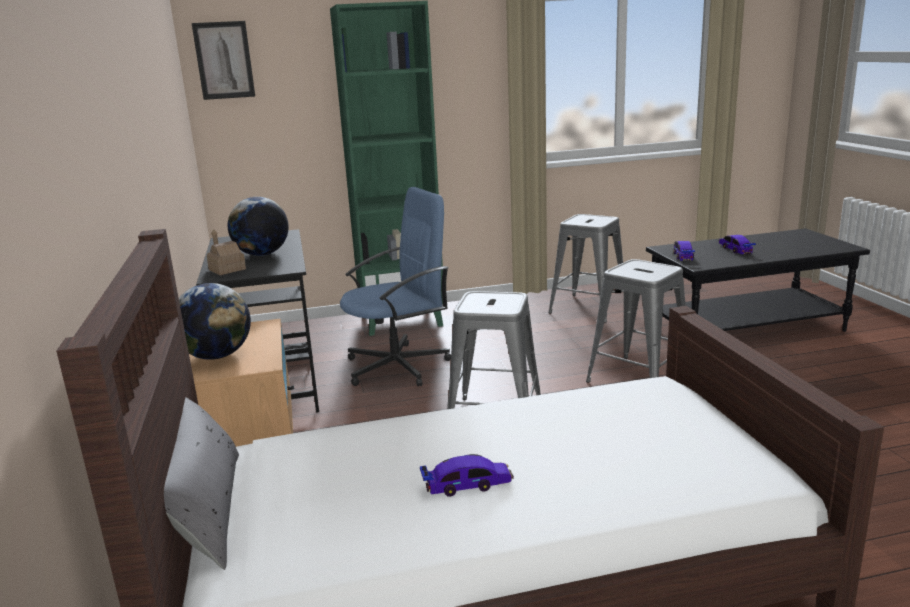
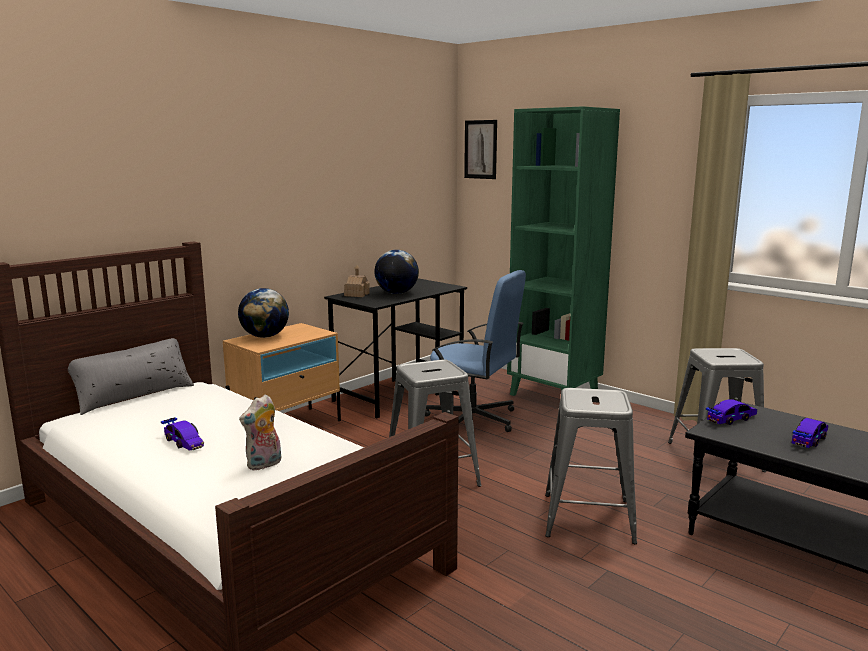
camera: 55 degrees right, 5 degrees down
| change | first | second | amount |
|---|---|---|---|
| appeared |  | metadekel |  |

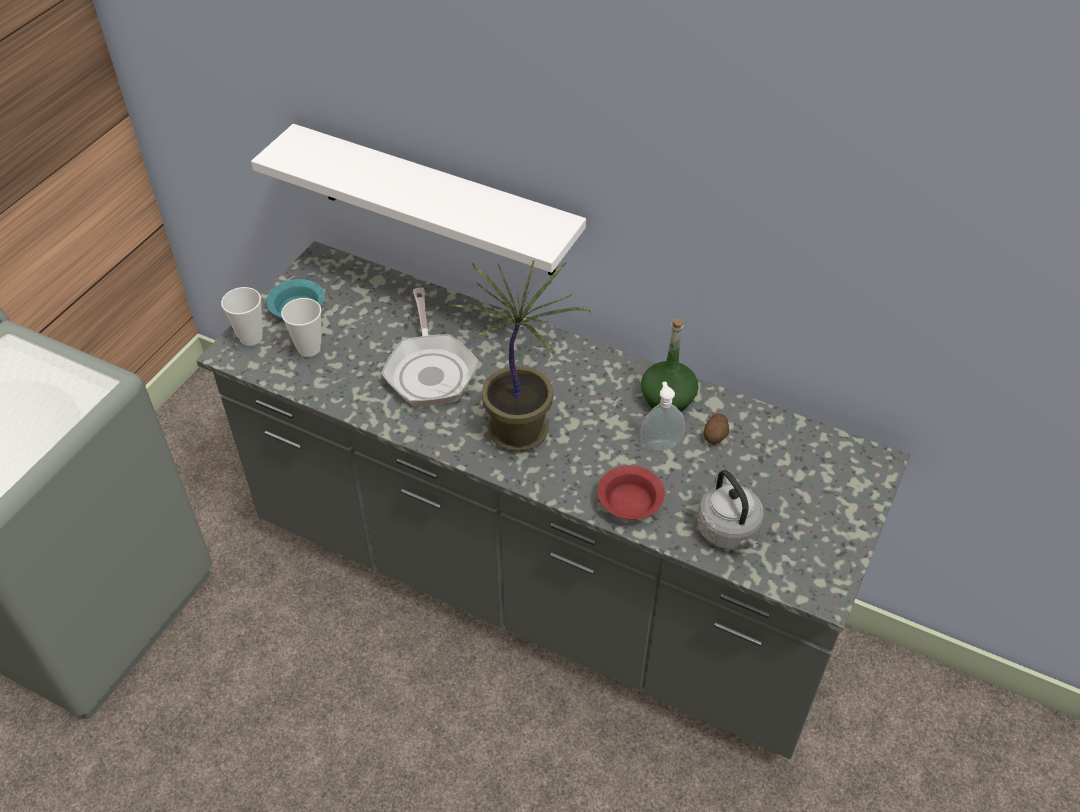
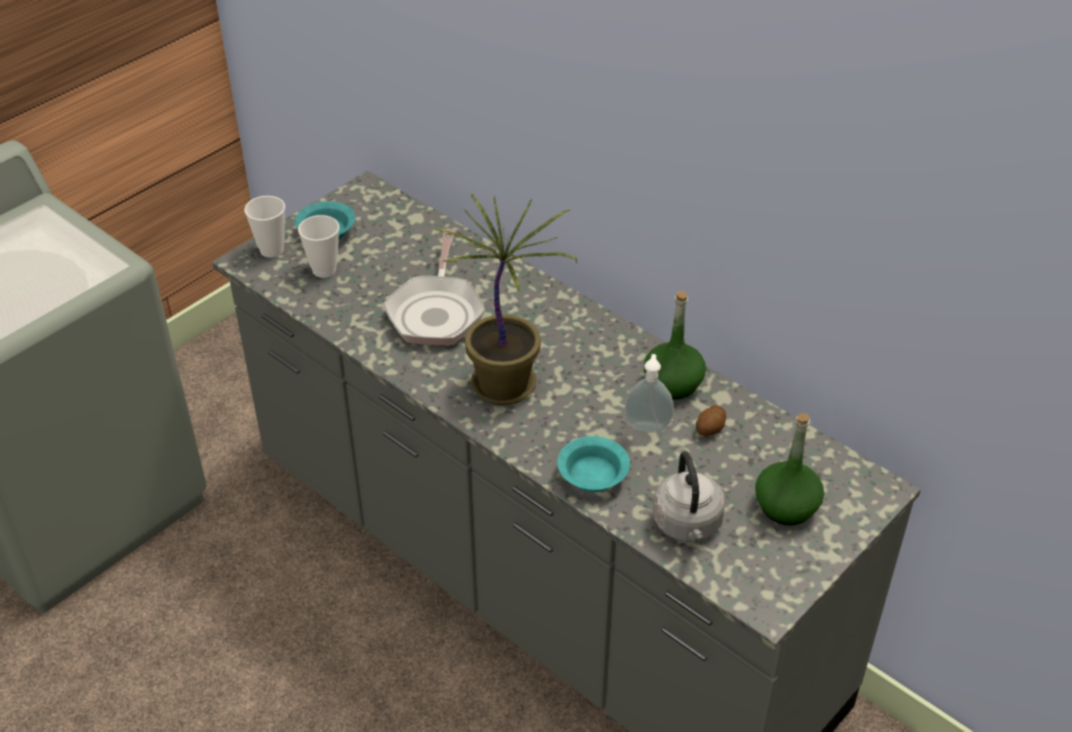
camera: 15 degrees right, 5 degrees down
| change | first | second | amount |
|---|---|---|---|
| missing | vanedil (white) |  |  |
| colour | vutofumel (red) | vutofumel (turquoise) (no. 2 from left) |  |
| appeared |  | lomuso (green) (no. 2 from left) |  |

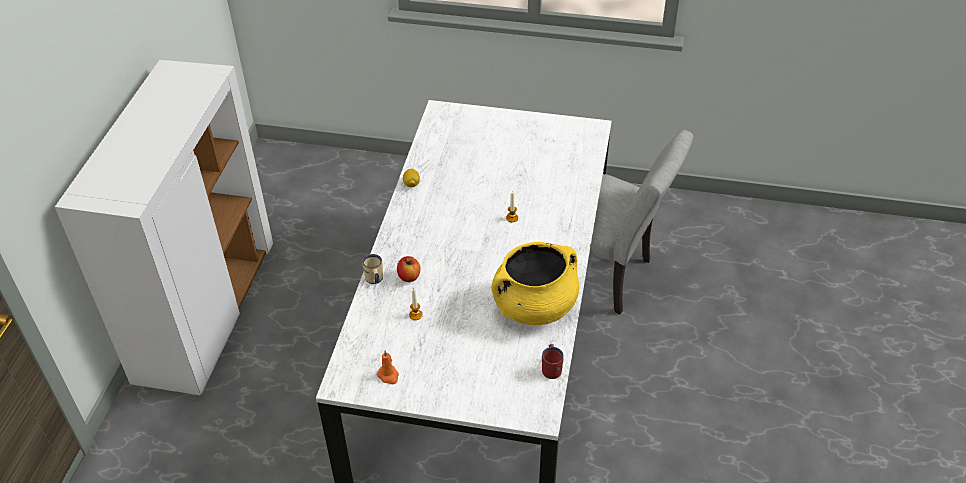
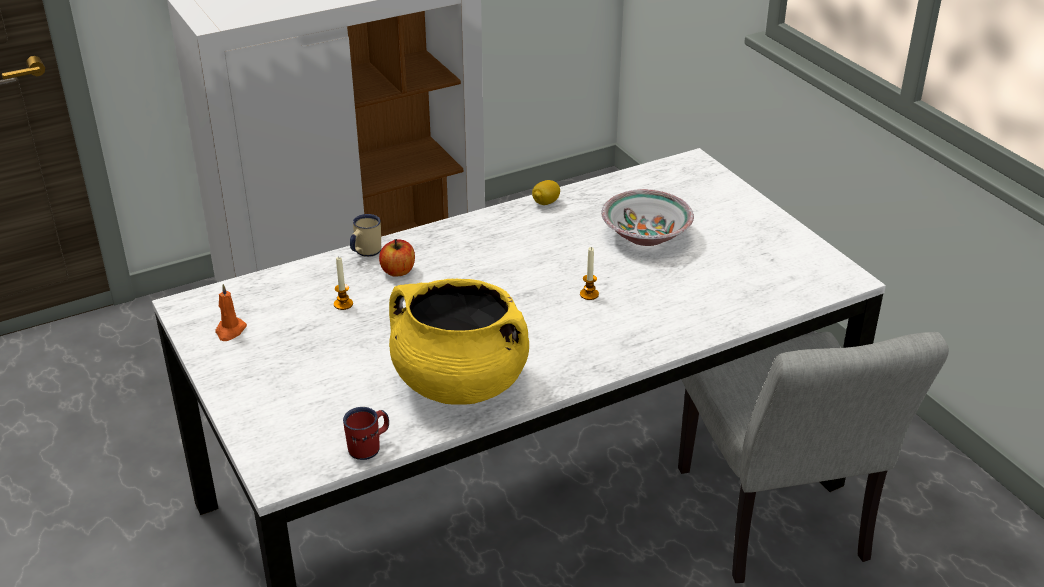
camera: 50 degrees right, 10 degrees down
| change | first | second | amount |
|---|---|---|---|
| appeared |  | vutofumel |  |

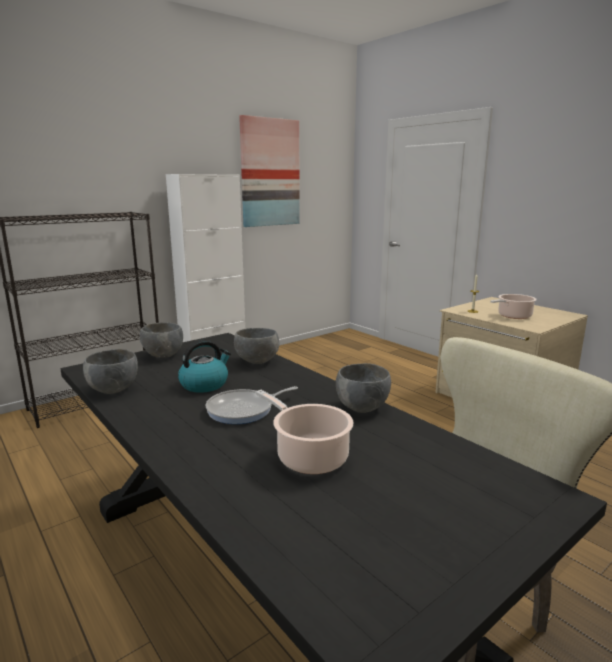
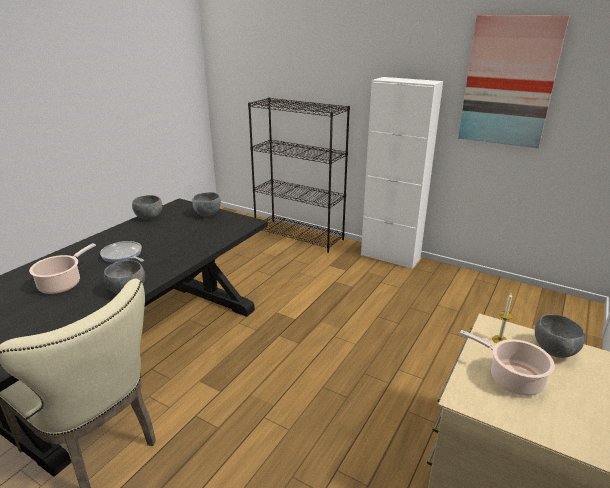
camera: 70 degrees right, 10 degrees up
| change | first | second | amount |
|---|---|---|---|
| relocated | vutofumel (grey) (no. 3 from left in the first image) | vutofumel (grey) (no. 4 from left) |  |
| missing | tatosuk |  |  |

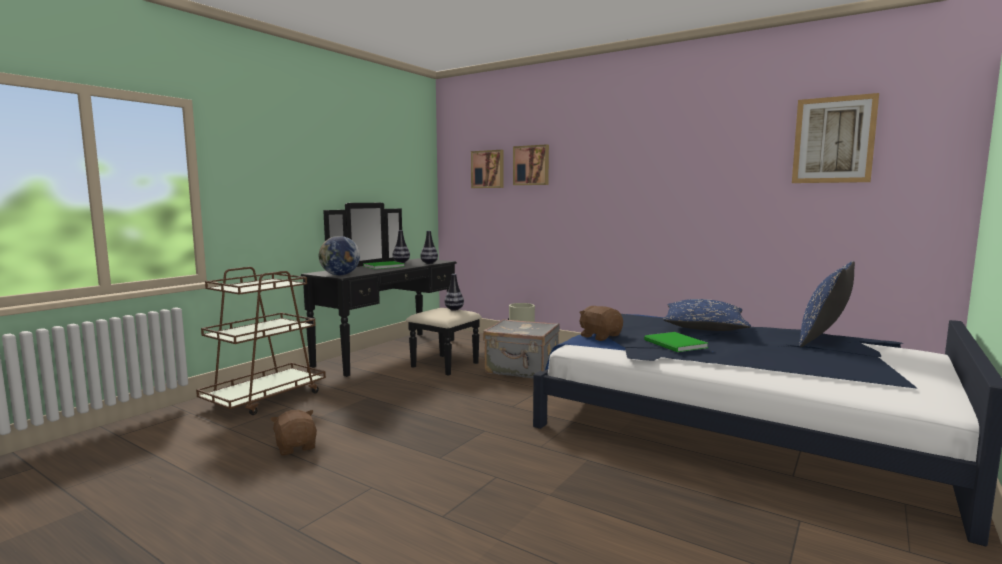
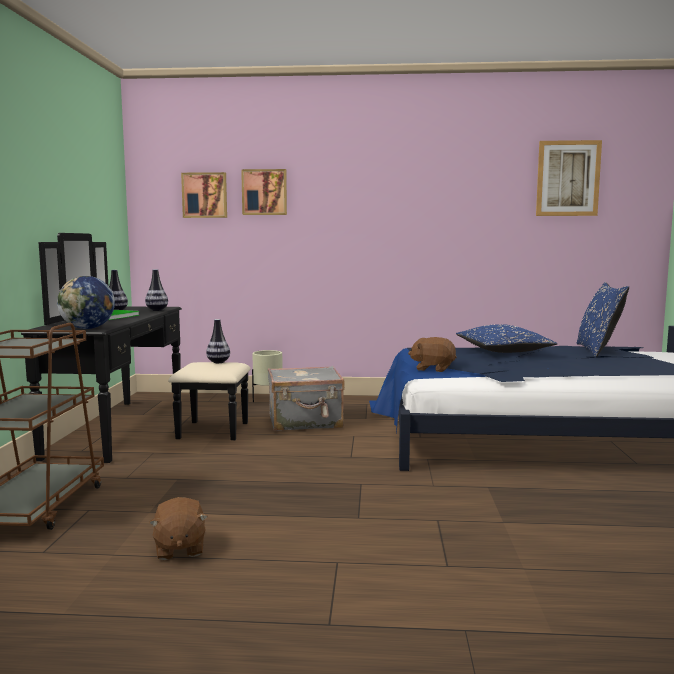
camera: 30 degrees left, 0 degrees up
| change | first | second | amount |
|---|---|---|---|
| missing | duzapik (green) (no. 2 from left) |  |  |
| spun | metadekel (brown) (no. 1 from left) |  | 135 degrees counterclockwise |

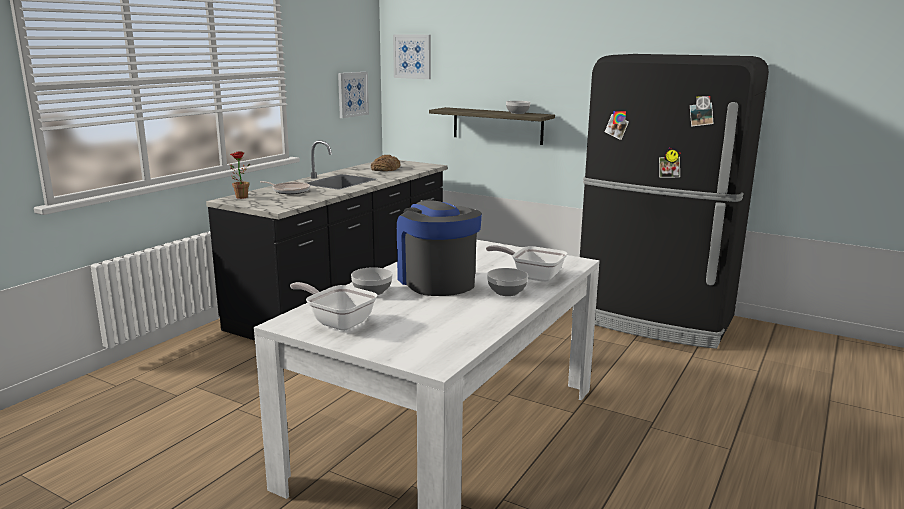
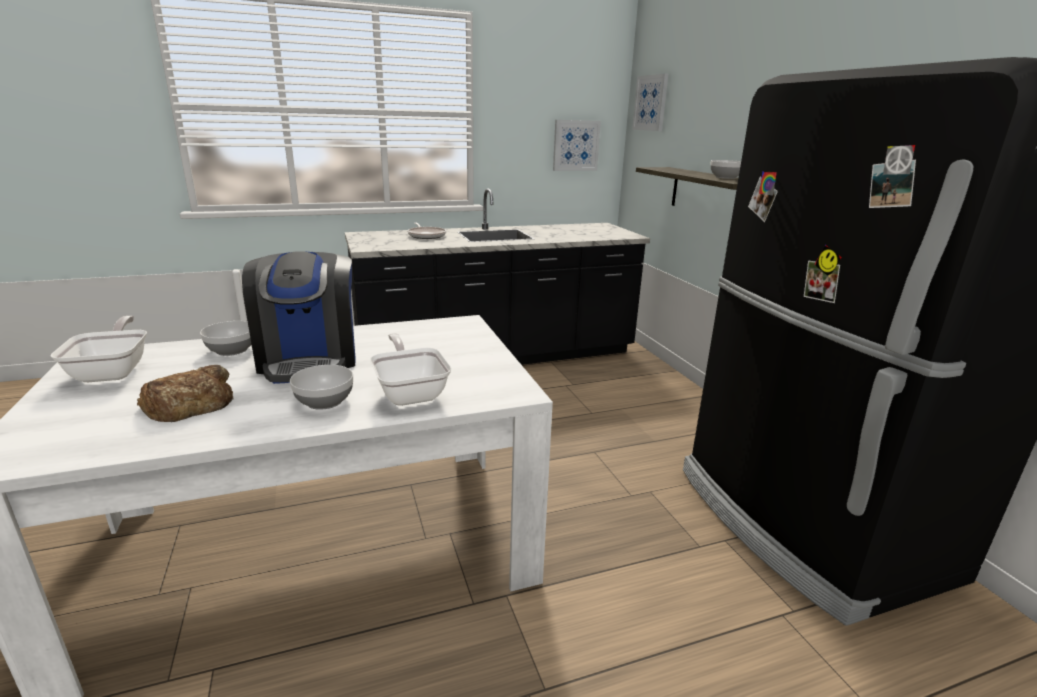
camera: 40 degrees right, 5 degrees up
| change | first | second | amount |
|---|---|---|---|
| missing | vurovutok |  |  |
| relocated | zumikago |  |  |
| spun | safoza |  | 150 degrees clockwise |

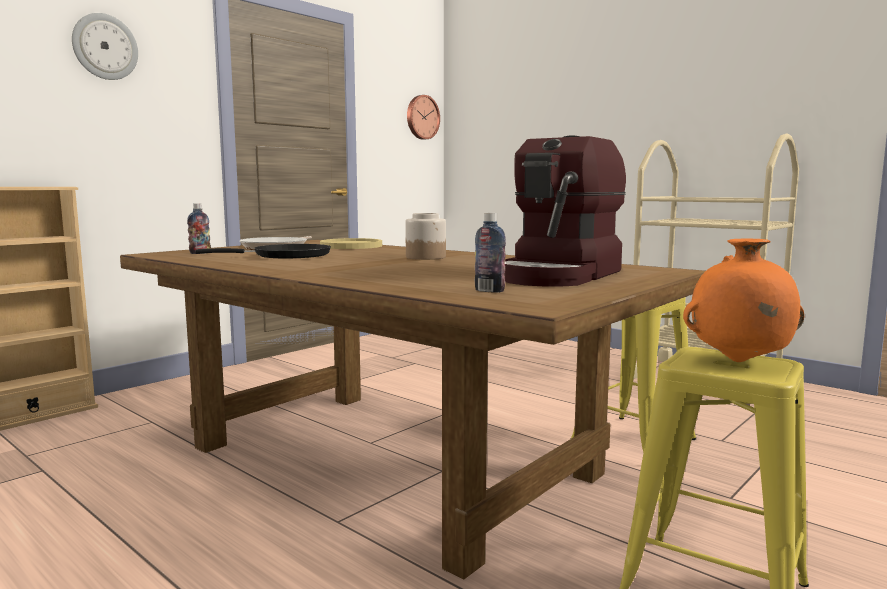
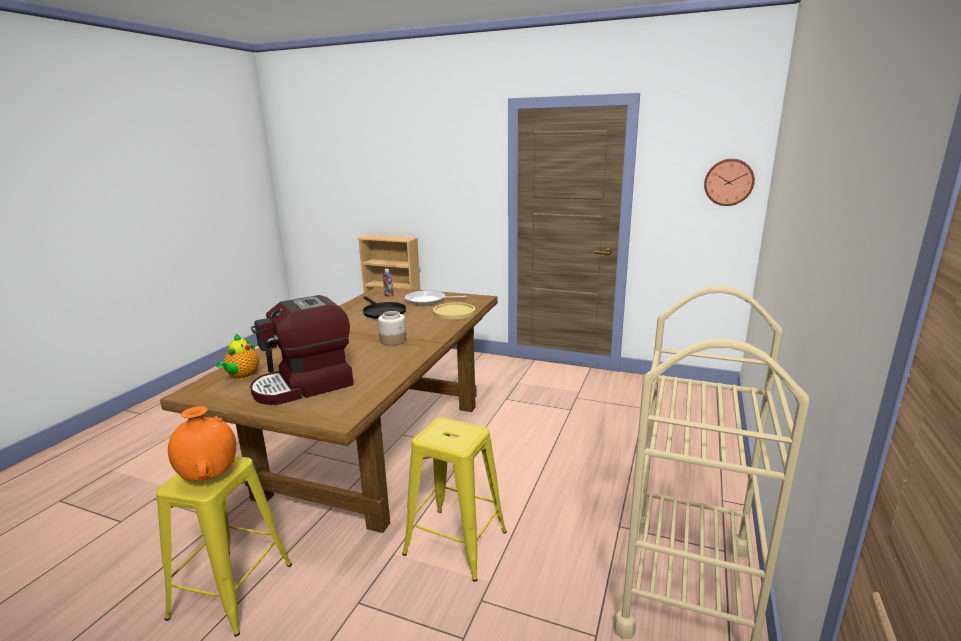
camera: 70 degrees right, 10 degrees up
| change | first | second | amount |
|---|---|---|---|
| missing | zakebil (no. 1 from left) |  |  |
| spun | safoza |  | 45 degrees counterclockwise |
| exchanged | lomuso (no. 2 from left) | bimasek |  |

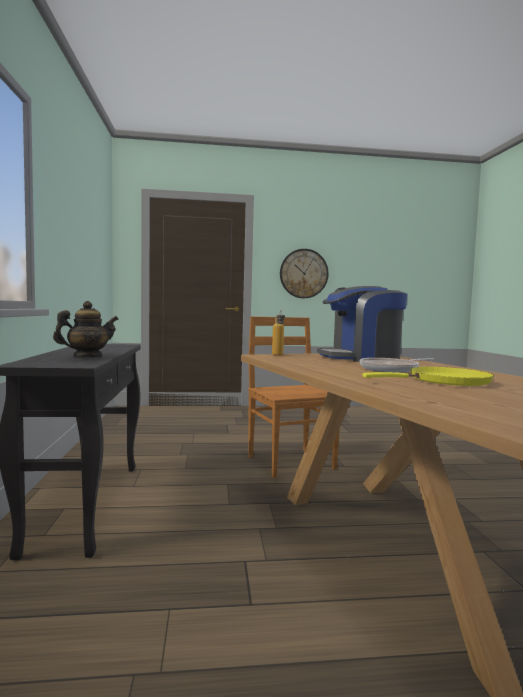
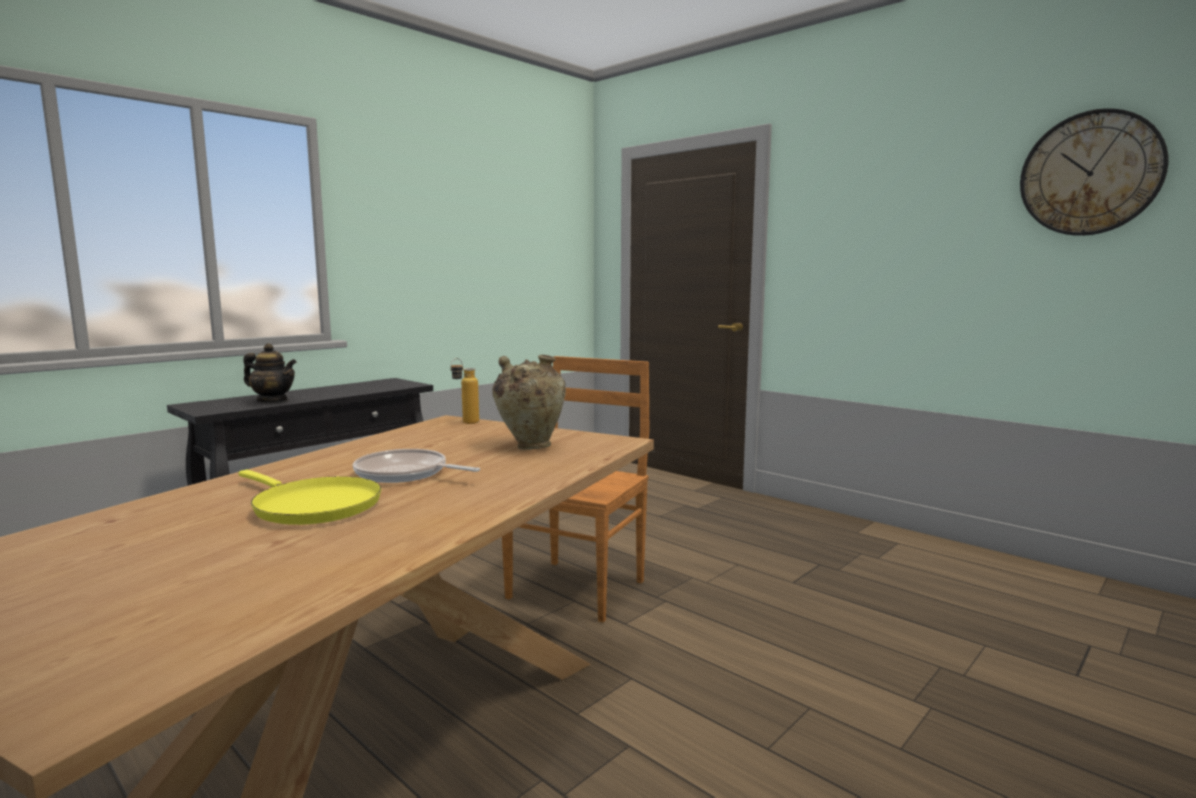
camera: 50 degrees right, 5 degrees up
| change | first | second | amount |
|---|---|---|---|
| relocated | zakebil |  |  |
| exchanged | safoza | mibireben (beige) |  |

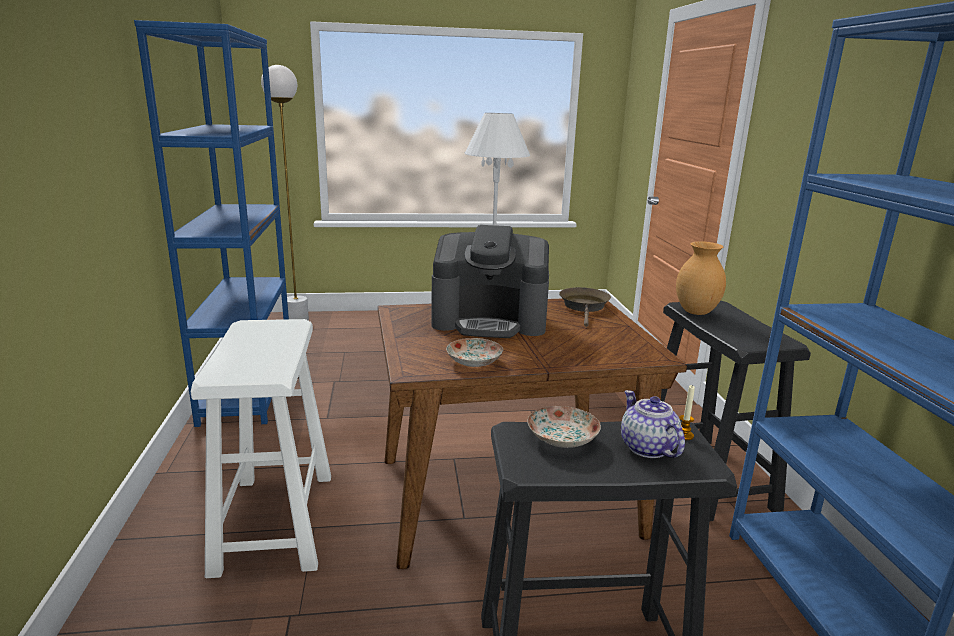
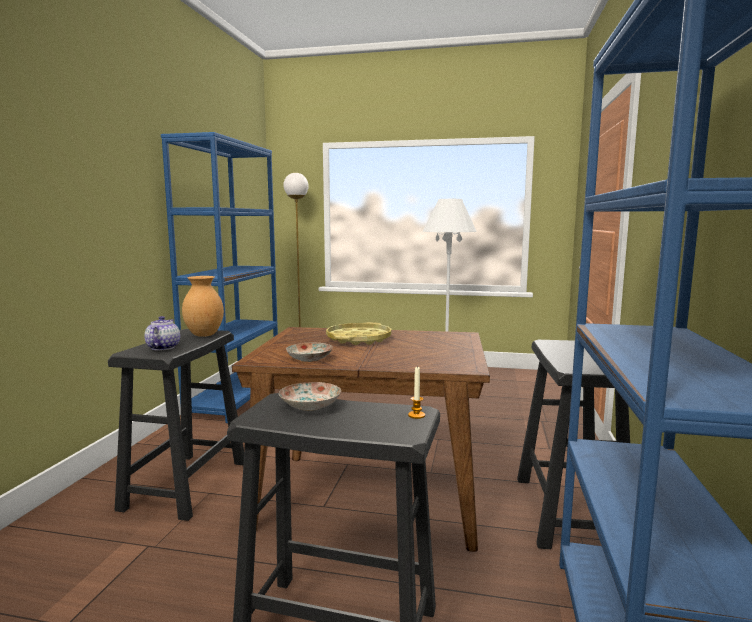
camera: 20 degrees right, 10 degrees down
| change | first | second | amount |
|---|---|---|---|
| exchanged | safoza | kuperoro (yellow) |  |
| relocated | mibireben (brown) |  |  |
| missing | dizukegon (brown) |  |  |
| colour | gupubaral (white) | gupubaral (black) (no. 1 from left) |  |
| relocated | bimasek |  |  |

